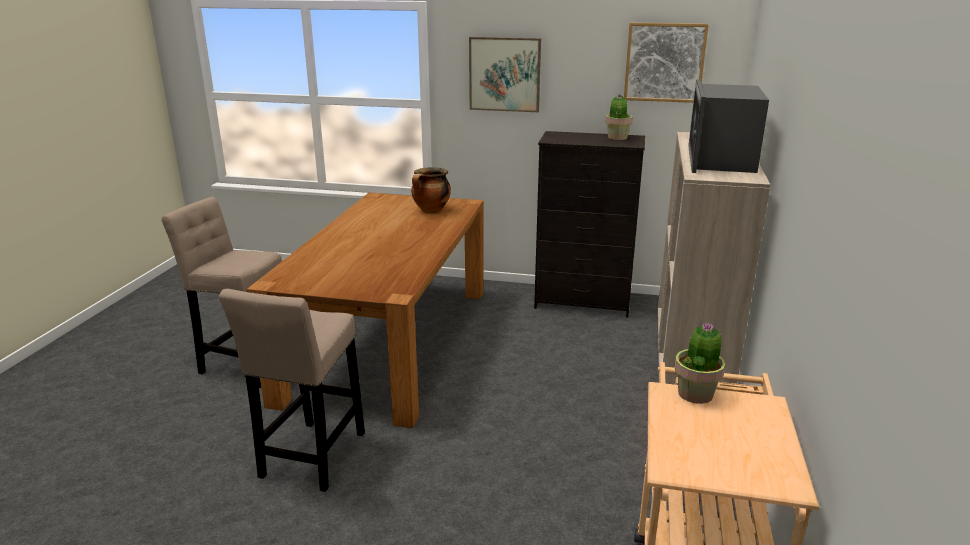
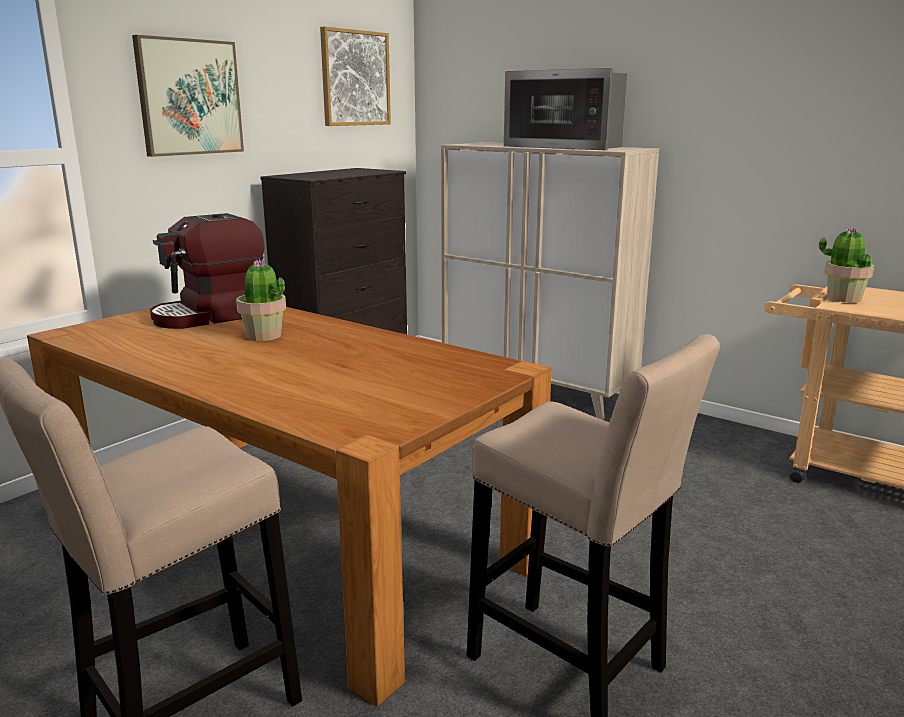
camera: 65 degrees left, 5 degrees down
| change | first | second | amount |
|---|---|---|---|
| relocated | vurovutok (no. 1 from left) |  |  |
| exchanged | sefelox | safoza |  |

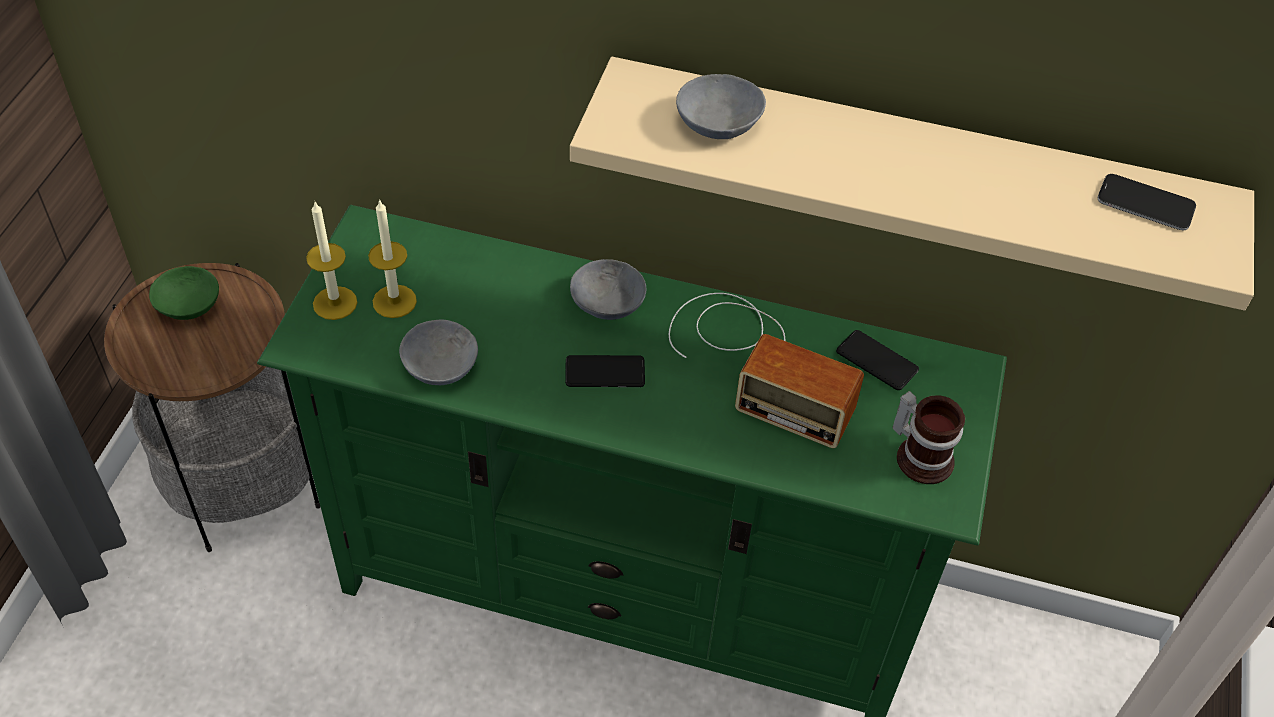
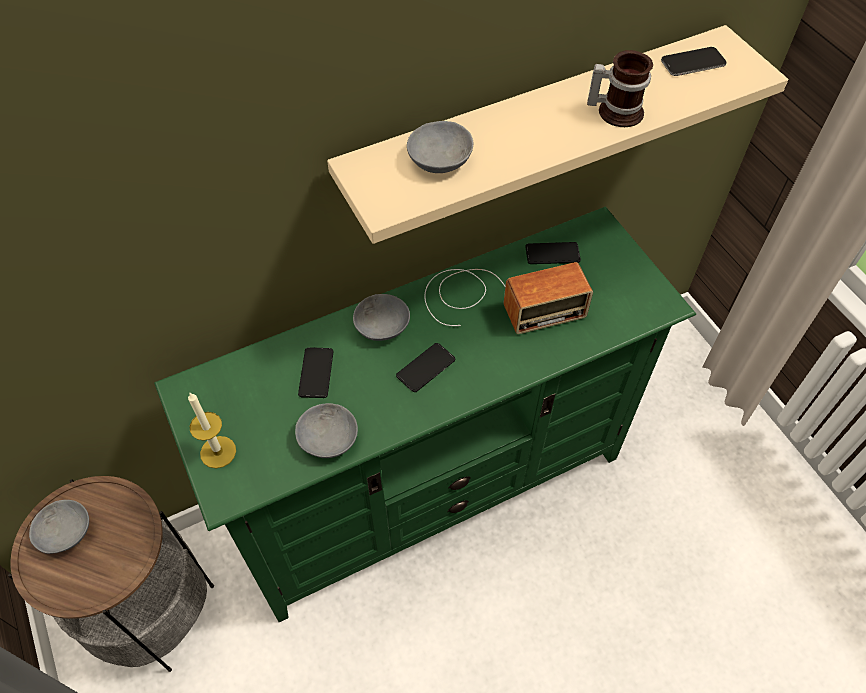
camera: 40 degrees left, 5 degrees up
| change | first | second | amount |
|---|---|---|---|
| missing | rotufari (no. 2 from left) |  |  |
| colour | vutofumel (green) | vutofumel (grey) (no. 1 from left) |  |
| relocated | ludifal |  |  |
| appeared |  | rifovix (no. 1 from left) |  |

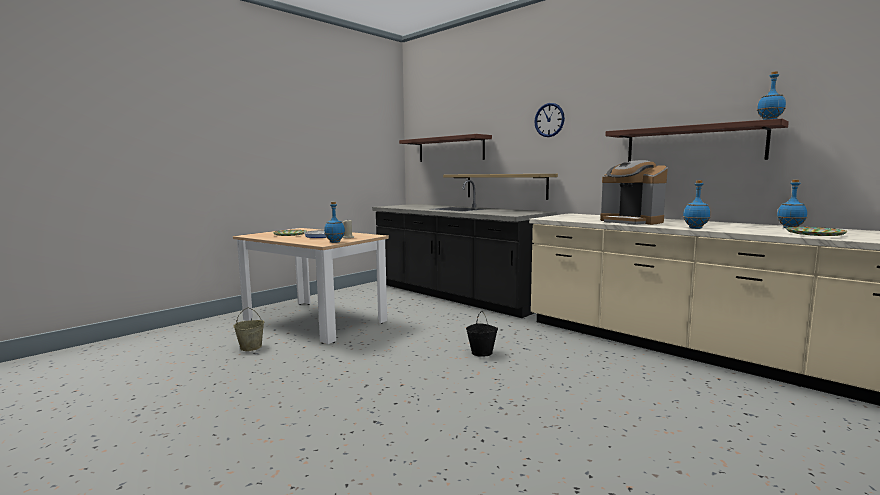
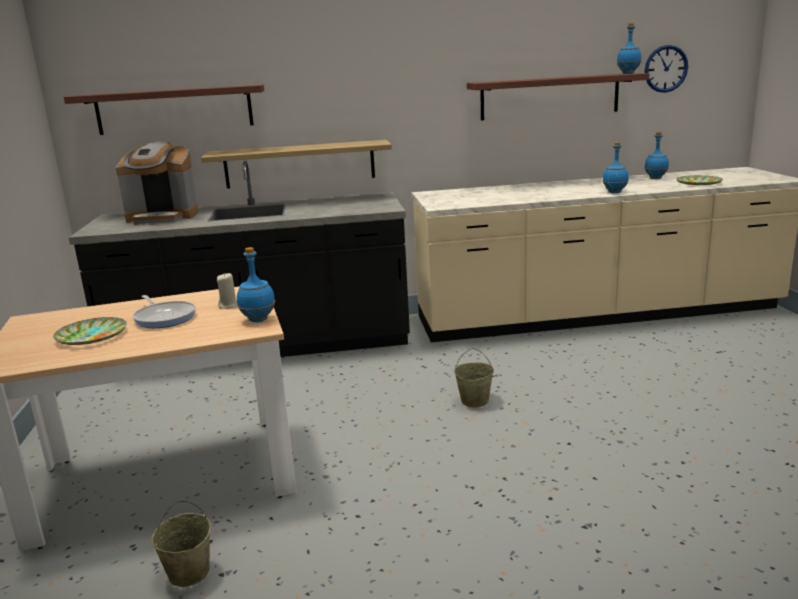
camera: 50 degrees left, 10 degrees up
| change | first | second | amount |
|---|---|---|---|
| relocated | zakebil |  |  |
| relocated | safoza |  |  |
| colour | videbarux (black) | videbarux (beige) (no. 2 from left) |  |

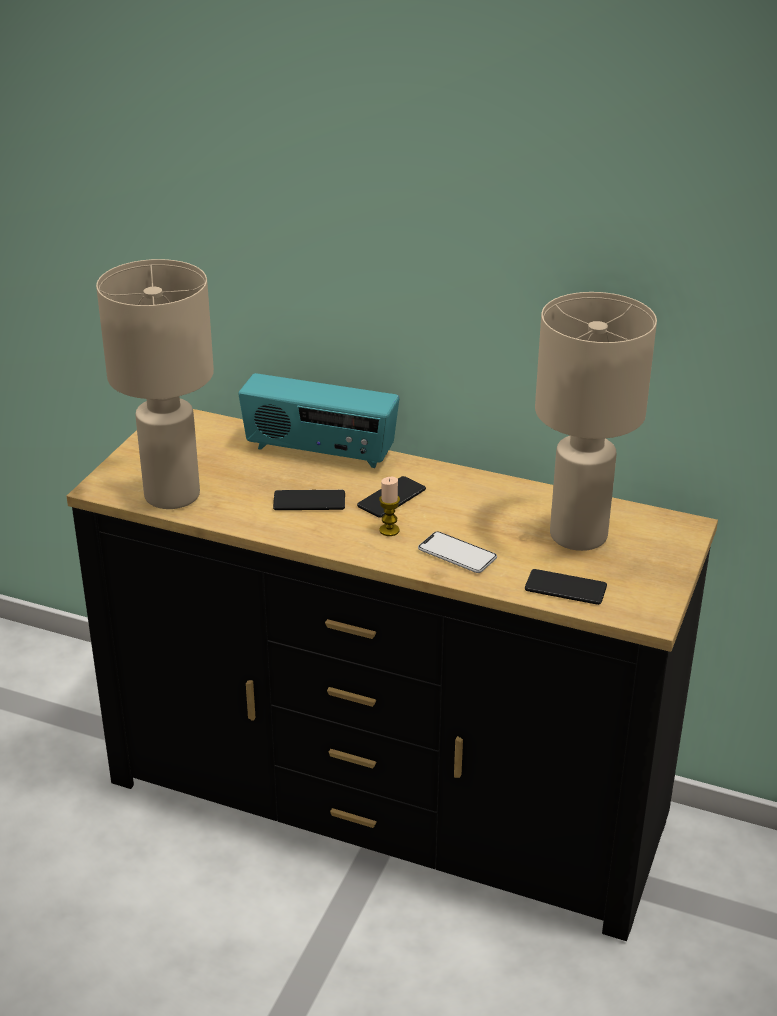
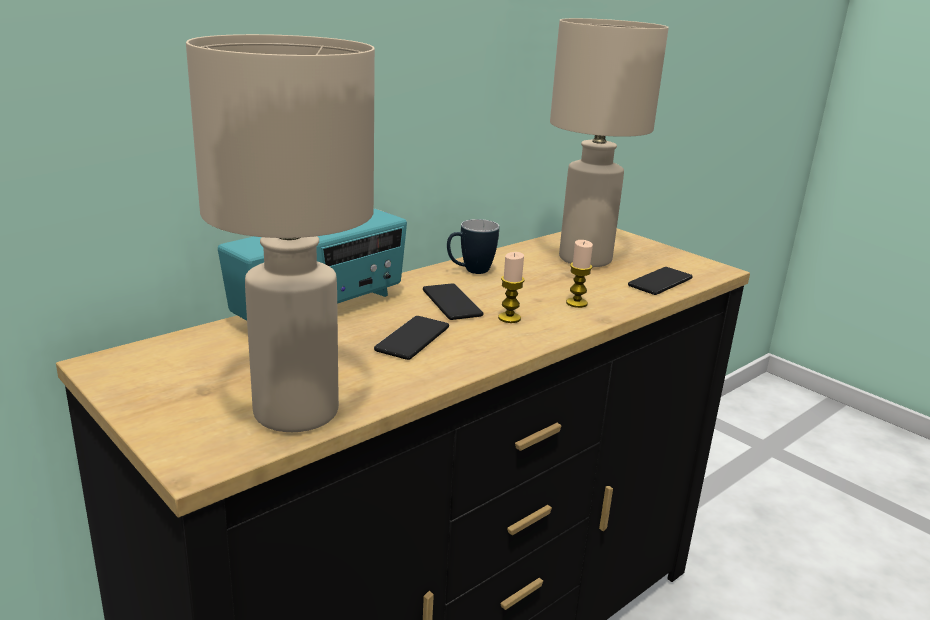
camera: 65 degrees left, 10 degrees down
| change | first | second | amount |
|---|---|---|---|
| exchanged | rifovix (no. 3 from left) | rotufari (no. 2 from left) |  |
| appeared |  | ludifal |  |

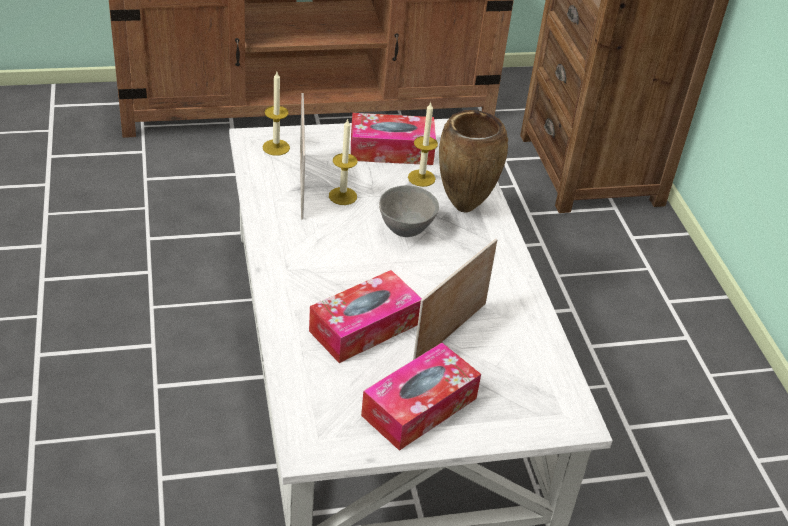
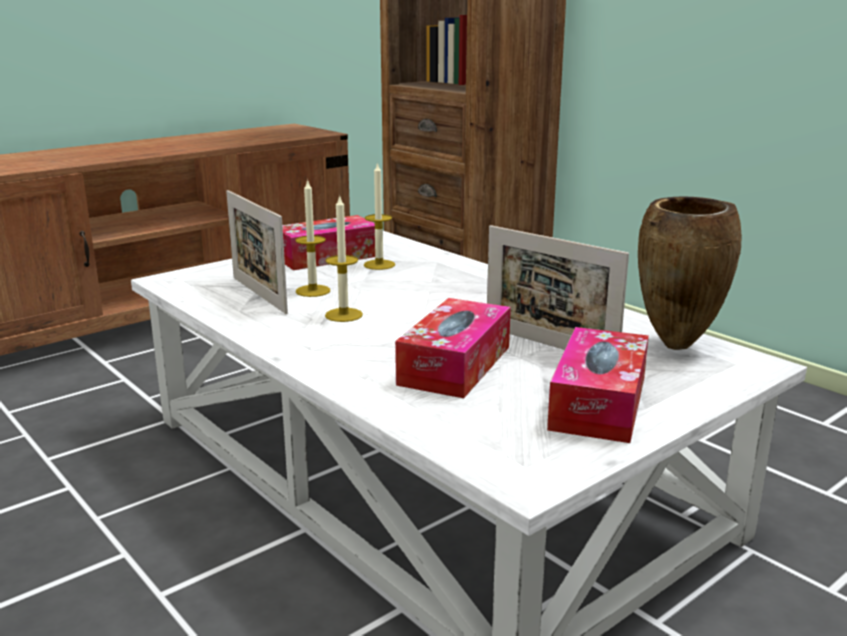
camera: 25 degrees left, 20 degrees down
| change | first | second | amount |
|---|---|---|---|
| relocated | rotufari (no. 1 from left in the first image) | rotufari (no. 2 from left) |  |
| relocated | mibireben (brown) |  |  |
| missing | vutofumel (grey) |  |  |
| spun | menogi (no. 2 from left) |  | 60 degrees counterclockwise |

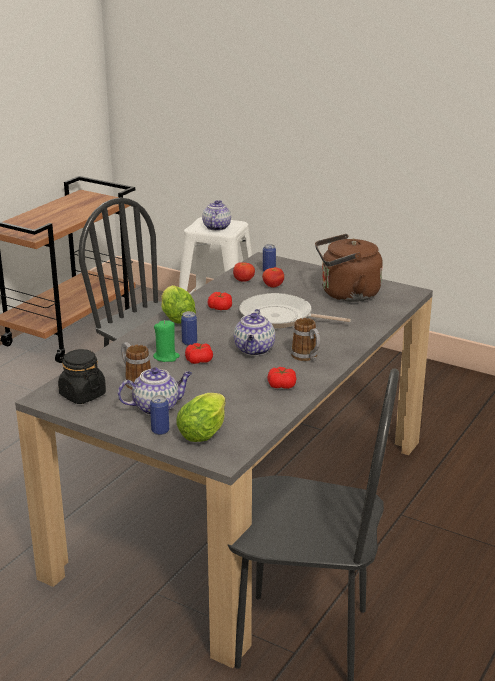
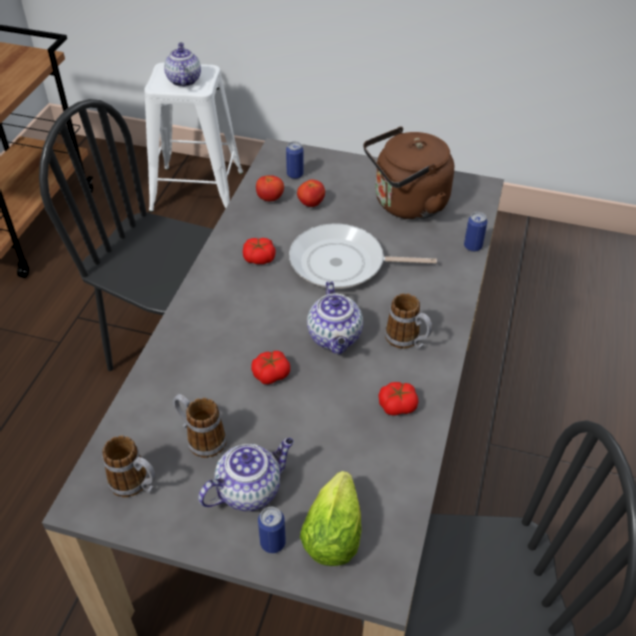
camera: 15 degrees left, 20 degrees up
| change | first | second | amount |
|---|---|---|---|
| missing | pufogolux (no. 1 from left) |  |  |
| relocated | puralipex (no. 2 from left in the first image) | puralipex (no. 3 from left) |  |
| missing | rotufari (green) |  |  |
| exchanged | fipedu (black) | ludifal (no. 1 from left) |  |

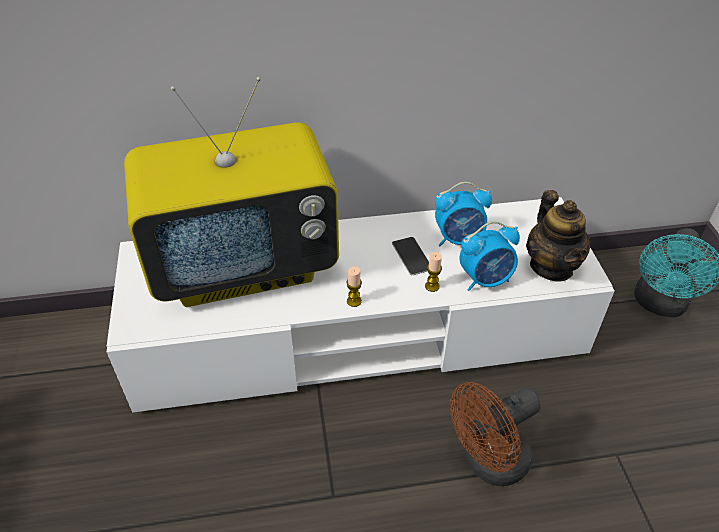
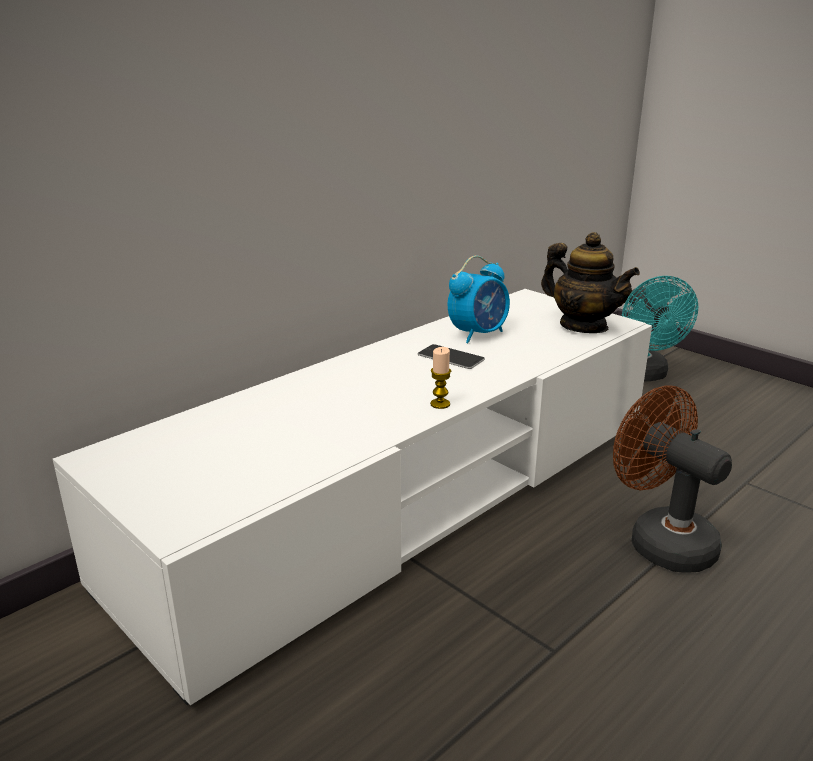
camera: 35 degrees left, 20 degrees down
| change | first | second | amount |
|---|---|---|---|
| missing | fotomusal |  |  |
| missing | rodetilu (no. 2 from left) |  |  |
| missing | rotufari (no. 2 from left) |  |  |
| spun | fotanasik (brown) |  | 120 degrees clockwise |

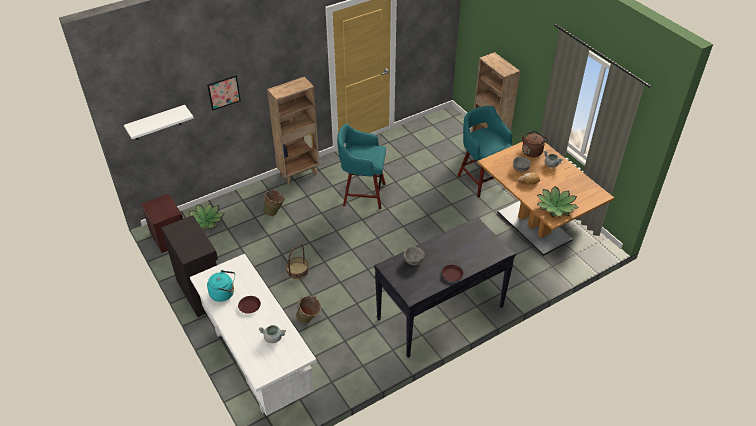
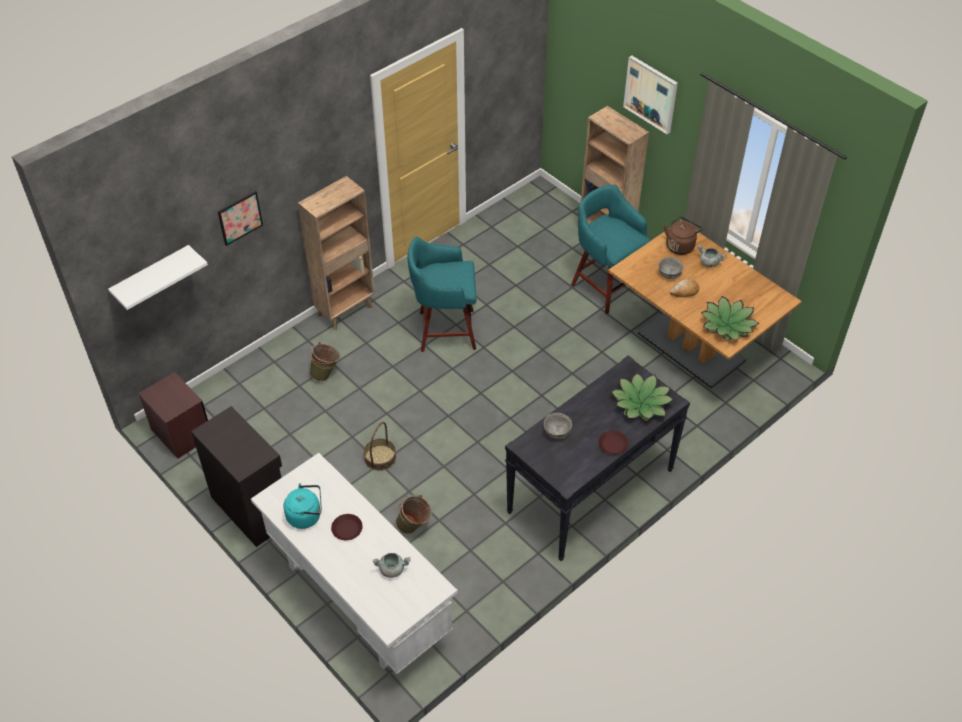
camera: 10 degrees left, 5 degrees up
| change | first | second | amount |
|---|---|---|---|
| relocated | vurovutok (no. 1 from left) |  |  |
| appeared |  | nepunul (no. 2 from left) |  |

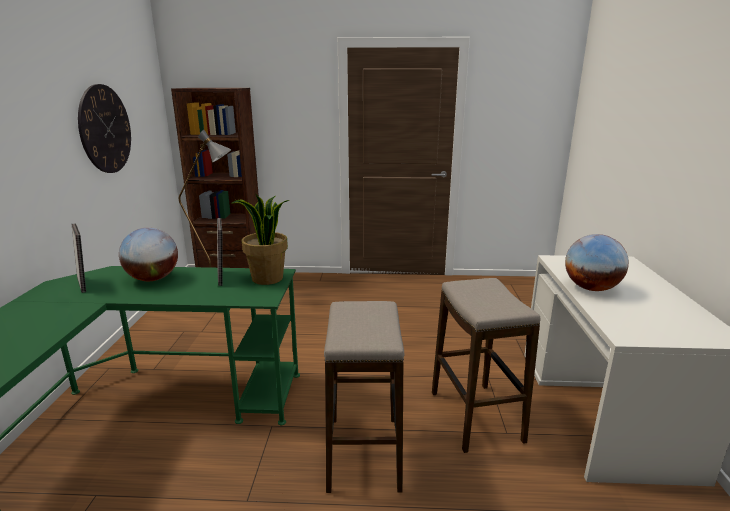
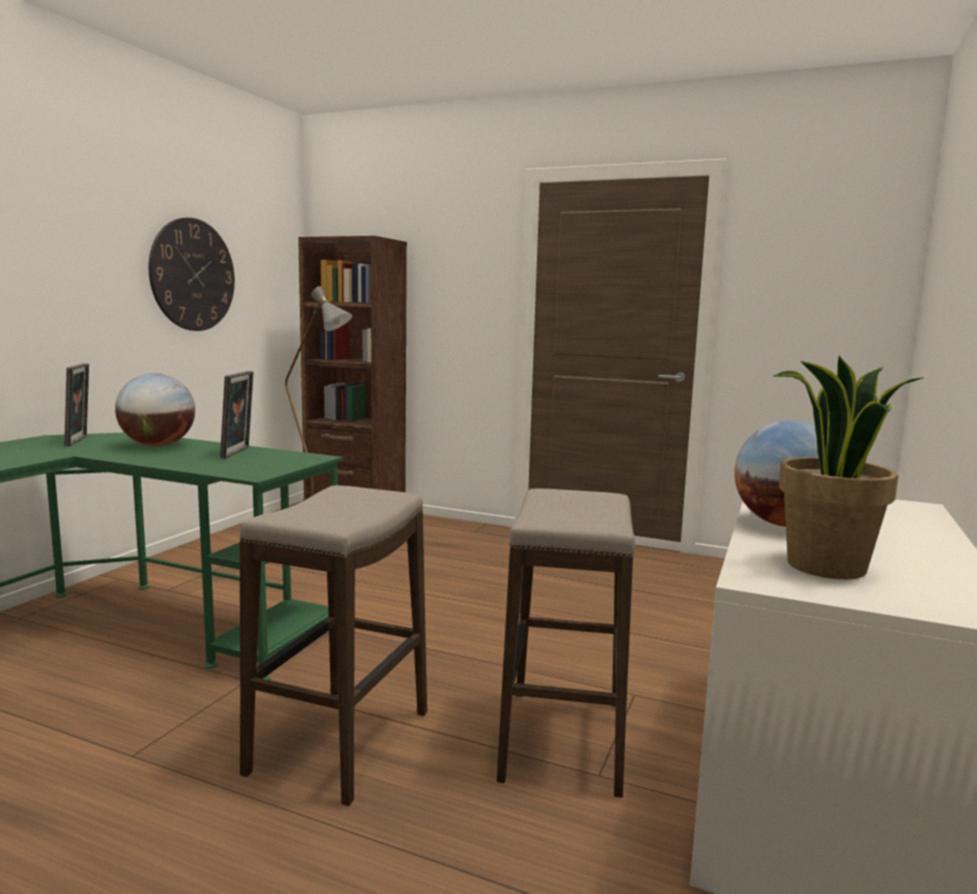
camera: 20 degrees right, 10 degrees down
| change | first | second | amount |
|---|---|---|---|
| relocated | vurovutok |  |  |

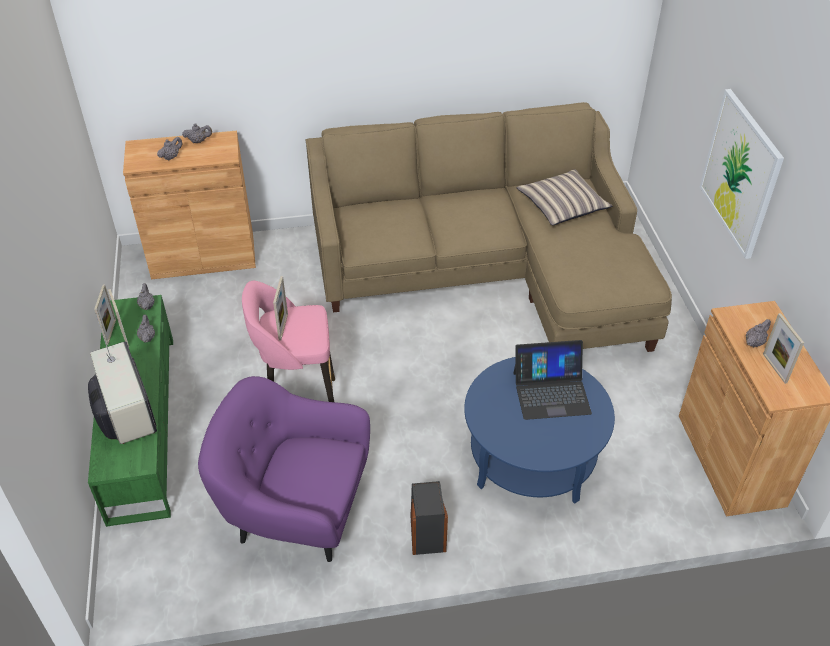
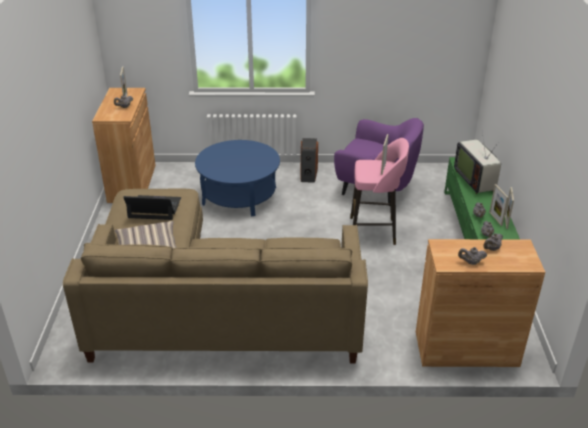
camera: 170 degrees left, 10 degrees down
| change | first | second | amount |
|---|---|---|---|
| missing | nepunul |  |  |
| relocated | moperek |  |  |

